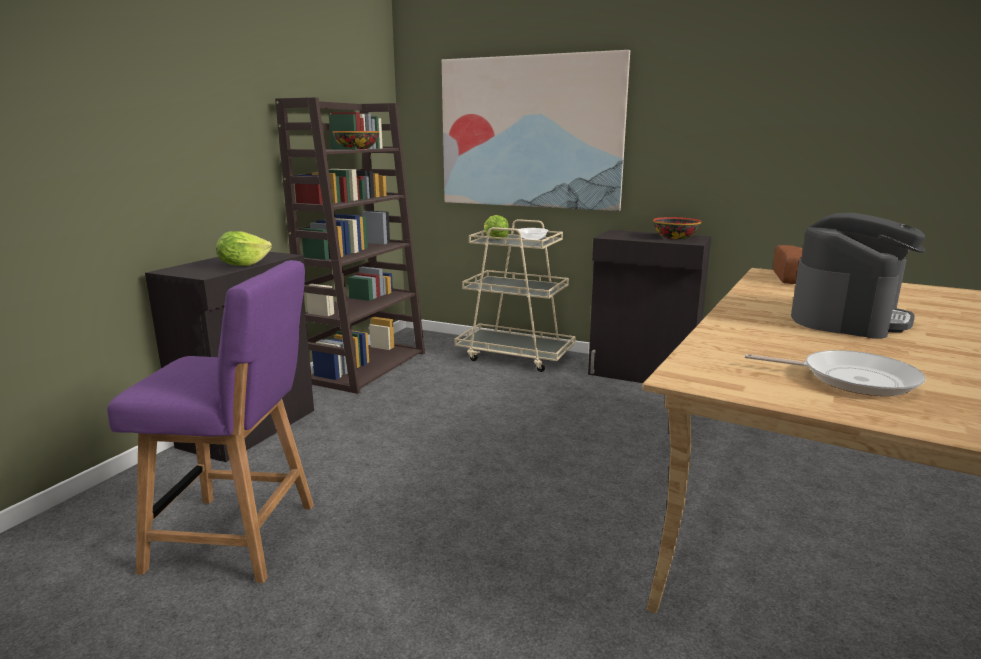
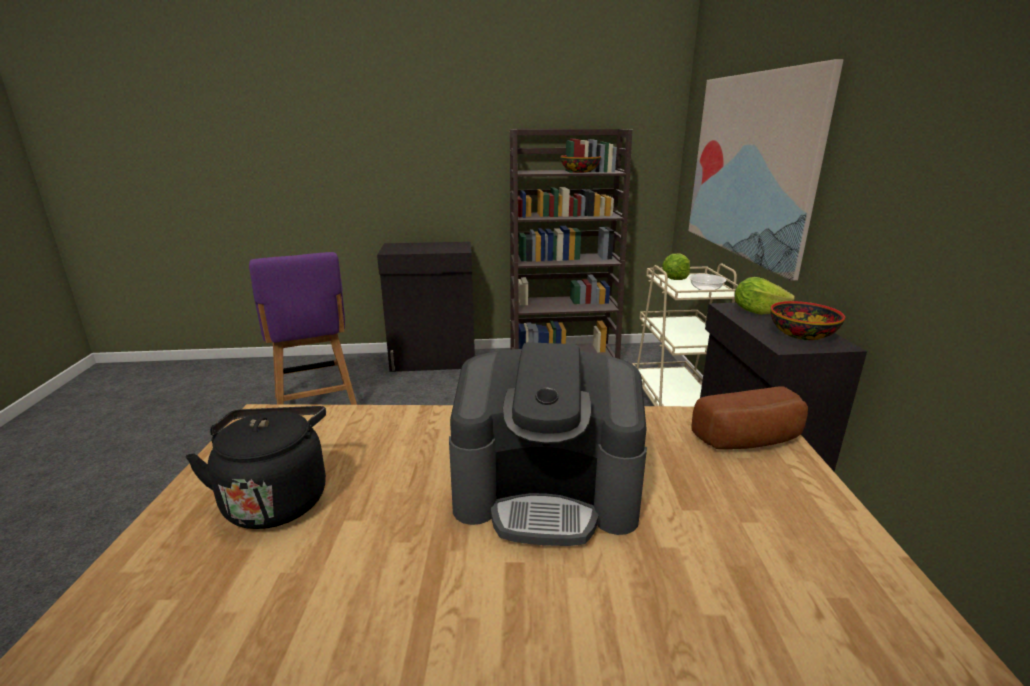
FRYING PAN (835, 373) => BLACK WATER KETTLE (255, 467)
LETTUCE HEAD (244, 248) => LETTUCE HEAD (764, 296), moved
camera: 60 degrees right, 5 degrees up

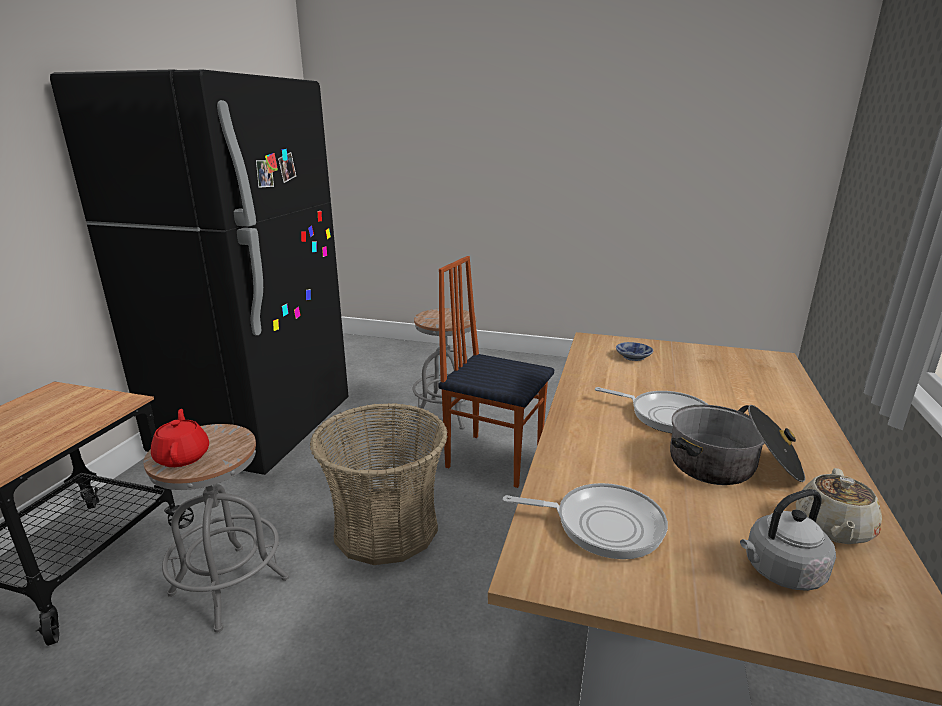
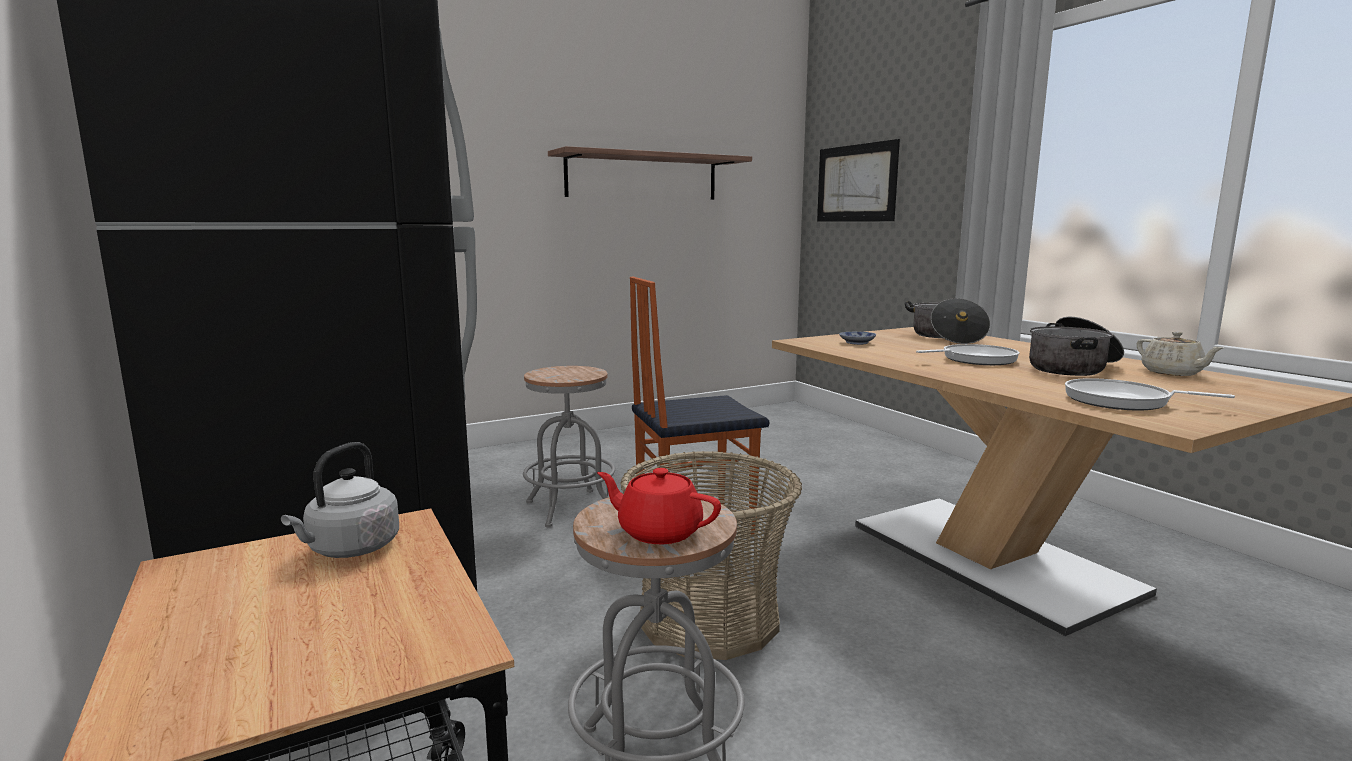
GREY WATER KETTLE (788, 540) => GREY WATER KETTLE (340, 500), moved
nothing => BRACKET SHELF (650, 173)
nothing => WALL PICTURE (858, 180)
nothing => COOKING POT (947, 321)
FRYING PAN (585, 521) => FRYING PAN (1150, 394), 120 degrees counterclockwise
camera: 45 degrees left, 10 degrees down

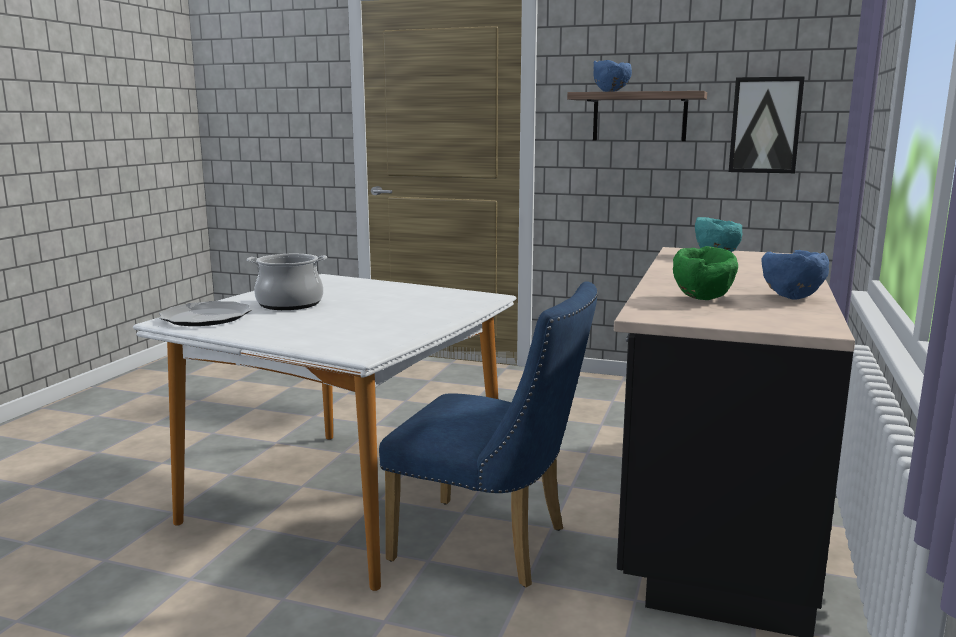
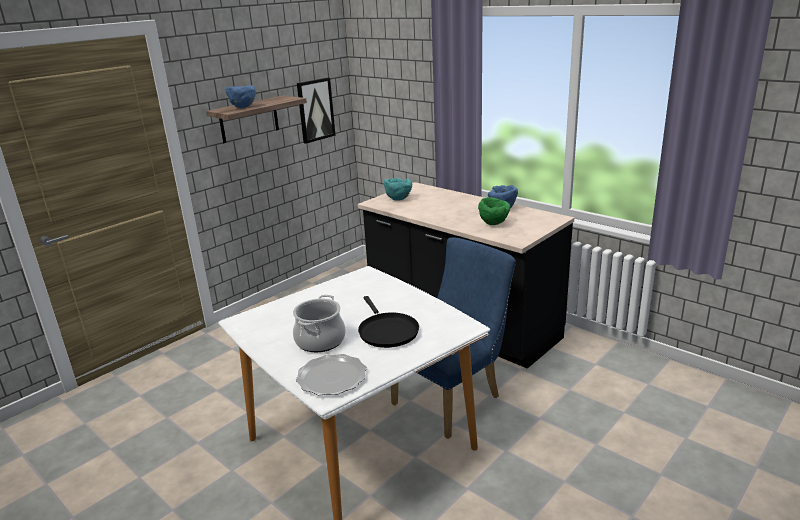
nothing => BLACK FRYING PAN (388, 322)
camera: 65 degrees left, 10 degrees up

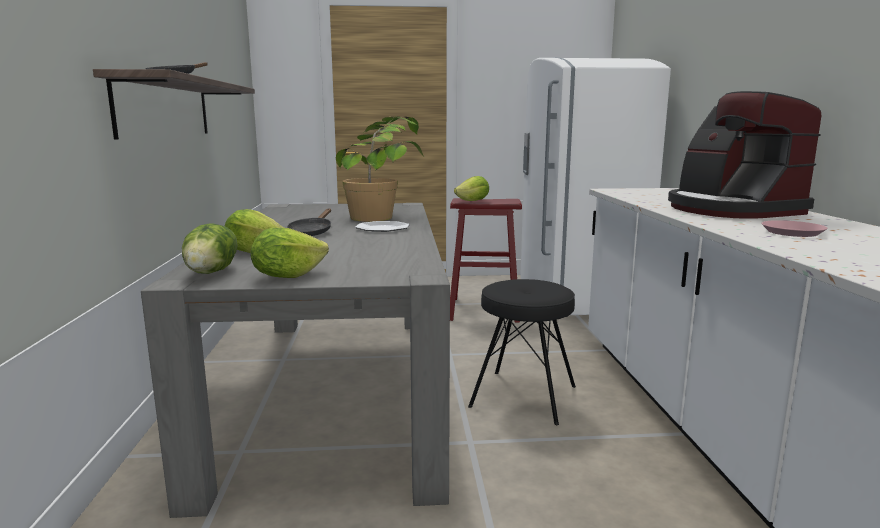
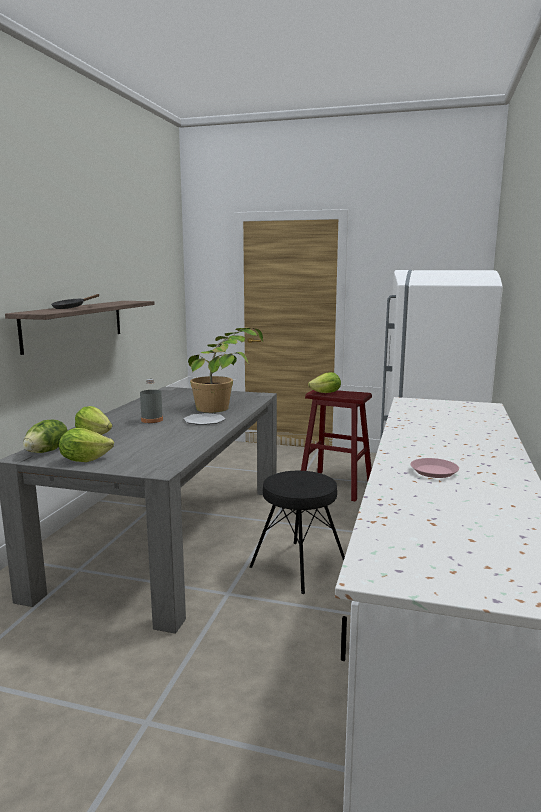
BLACK FRYING PAN (309, 222) => GREY DRINK BOTTLE (151, 401)
COFFEE MACHINE (745, 155) => nothing
camera: 20 degrees right, 0 degrees up

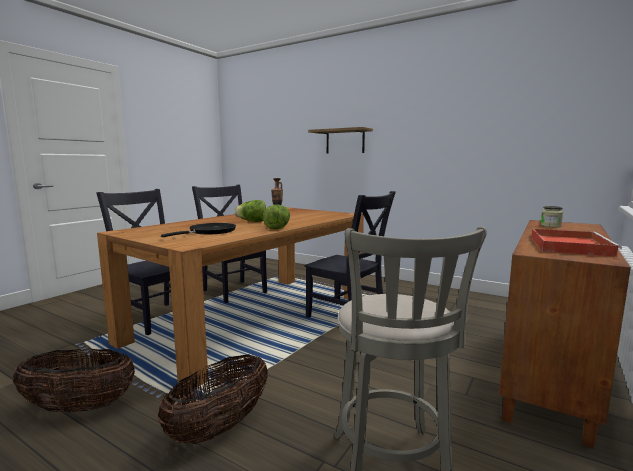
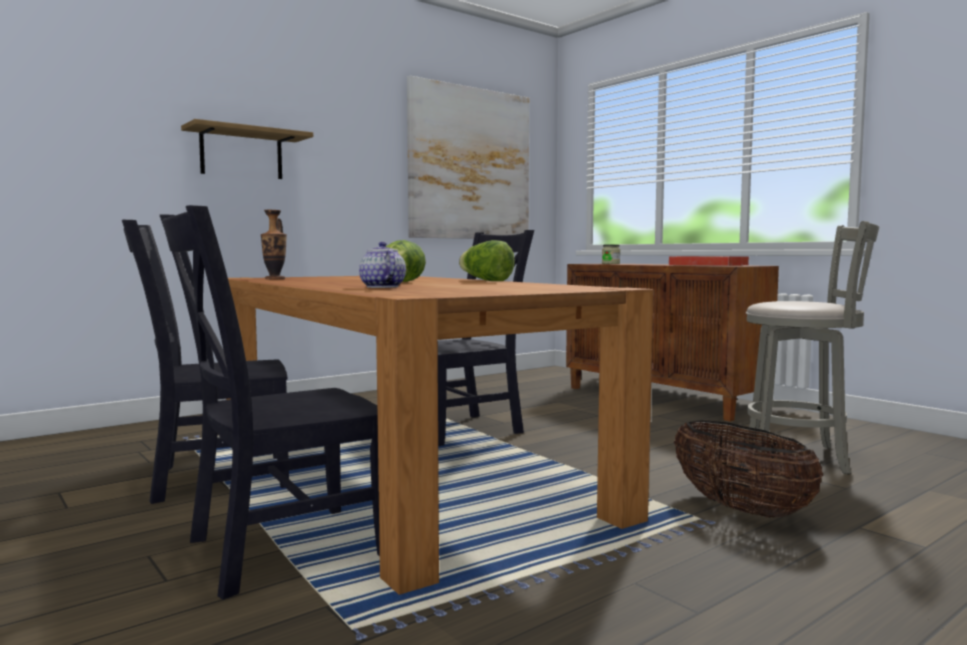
nothing => POT FOR TEA (382, 265)
nothing => WALL PICTURE (468, 157)
HOUSEHOLD BASKET (74, 381) => nothing
BLACK FRYING PAN (198, 230) => nothing
camera: 70 degrees left, 5 degrees down

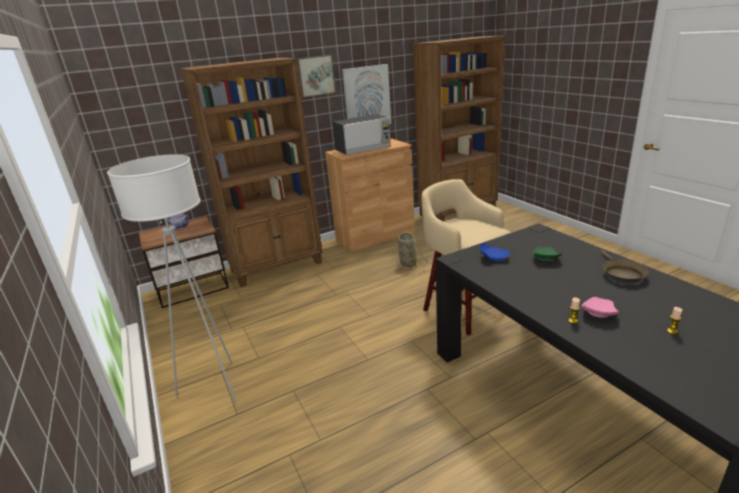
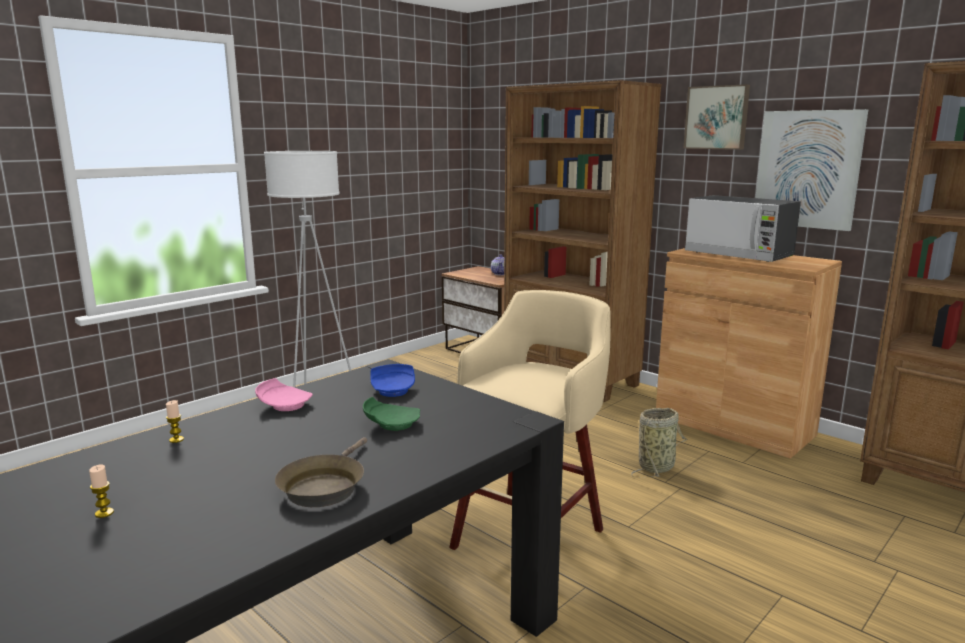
PINK-COLOURED FLAT DISH (600, 307) => PINK-COLOURED FLAT DISH (284, 394), moved
BROWNISH FRYING PAN (625, 267) => BROWNISH FRYING PAN (321, 472), 60 degrees counterclockwise
camera: 70 degrees right, 10 degrees down

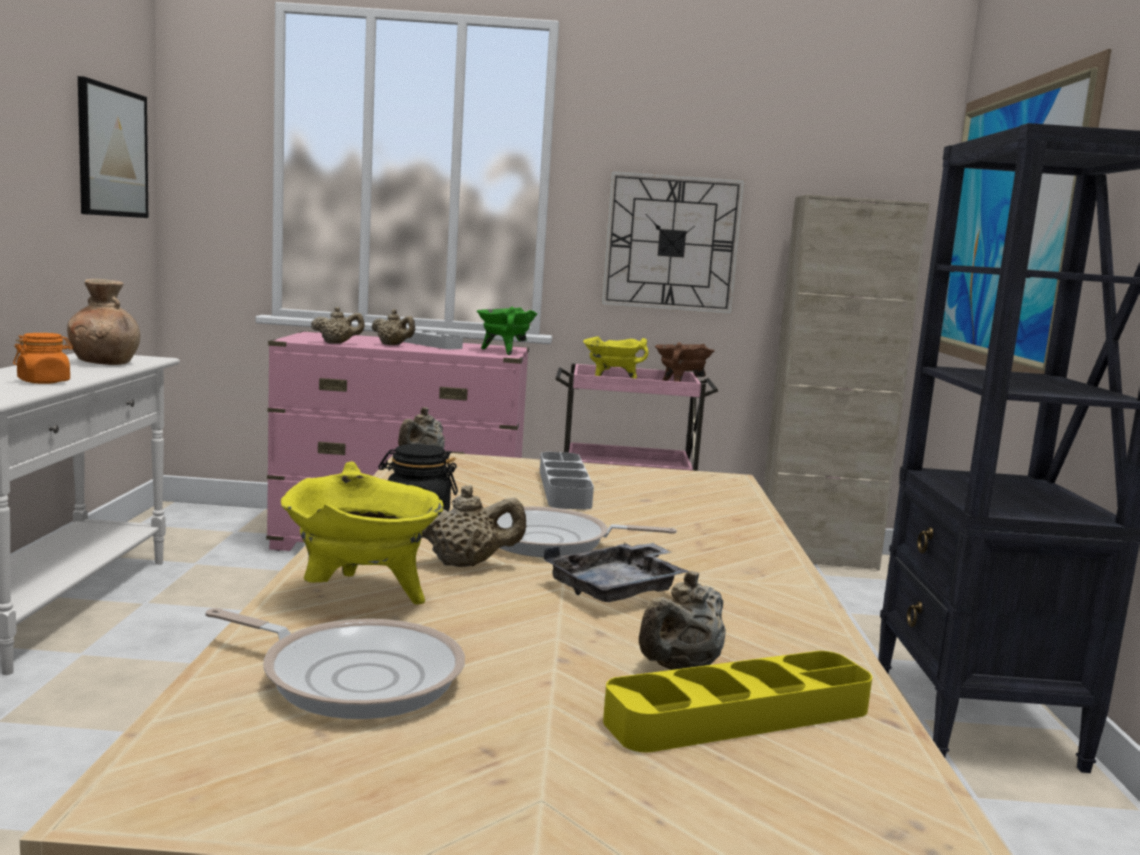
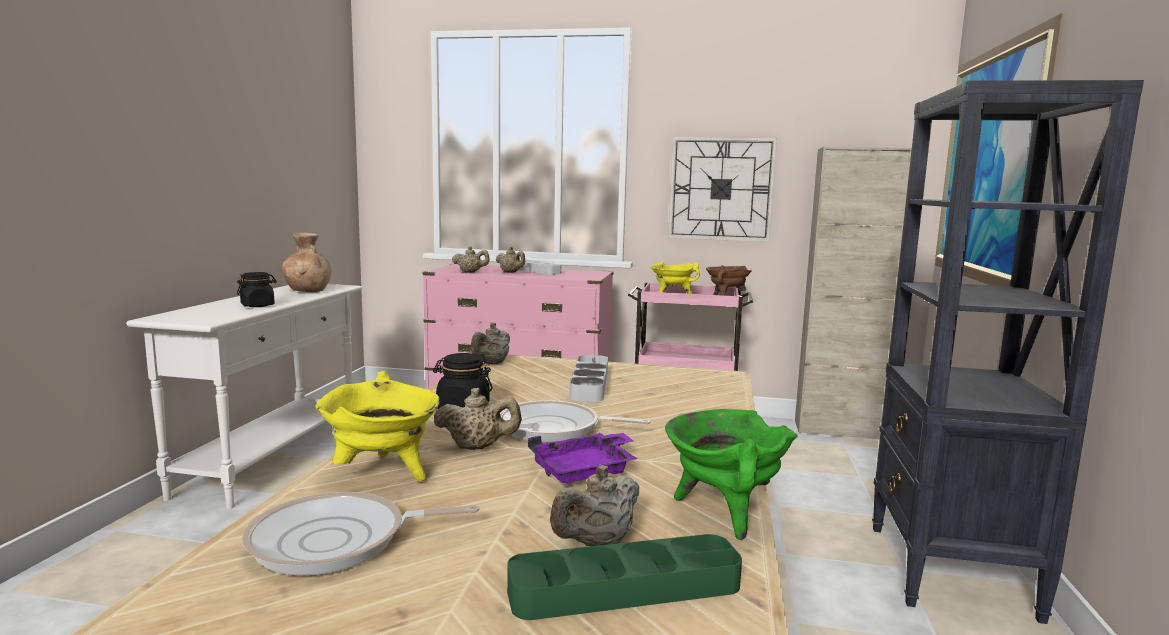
ORANGEY STORAGE JAR (43, 358) => BLACK STORAGE JAR (257, 289)
FRYING PAN (335, 663) => FRYING PAN (361, 533), 135 degrees clockwise
YELLOWISH SERVING TRAY (737, 701) => GREEN-COLOURED SERVING TRAY (624, 577)
GREY SERVING TRAY (617, 572) => PURPLE SERVING TRAY (583, 458)
GREEN-COLOURED COOKING POT (507, 331) => GREEN-COLOURED COOKING POT (731, 474), moved
WALL PICTURE (113, 147) => nothing
camera: 10 degrees right, 0 degrees up

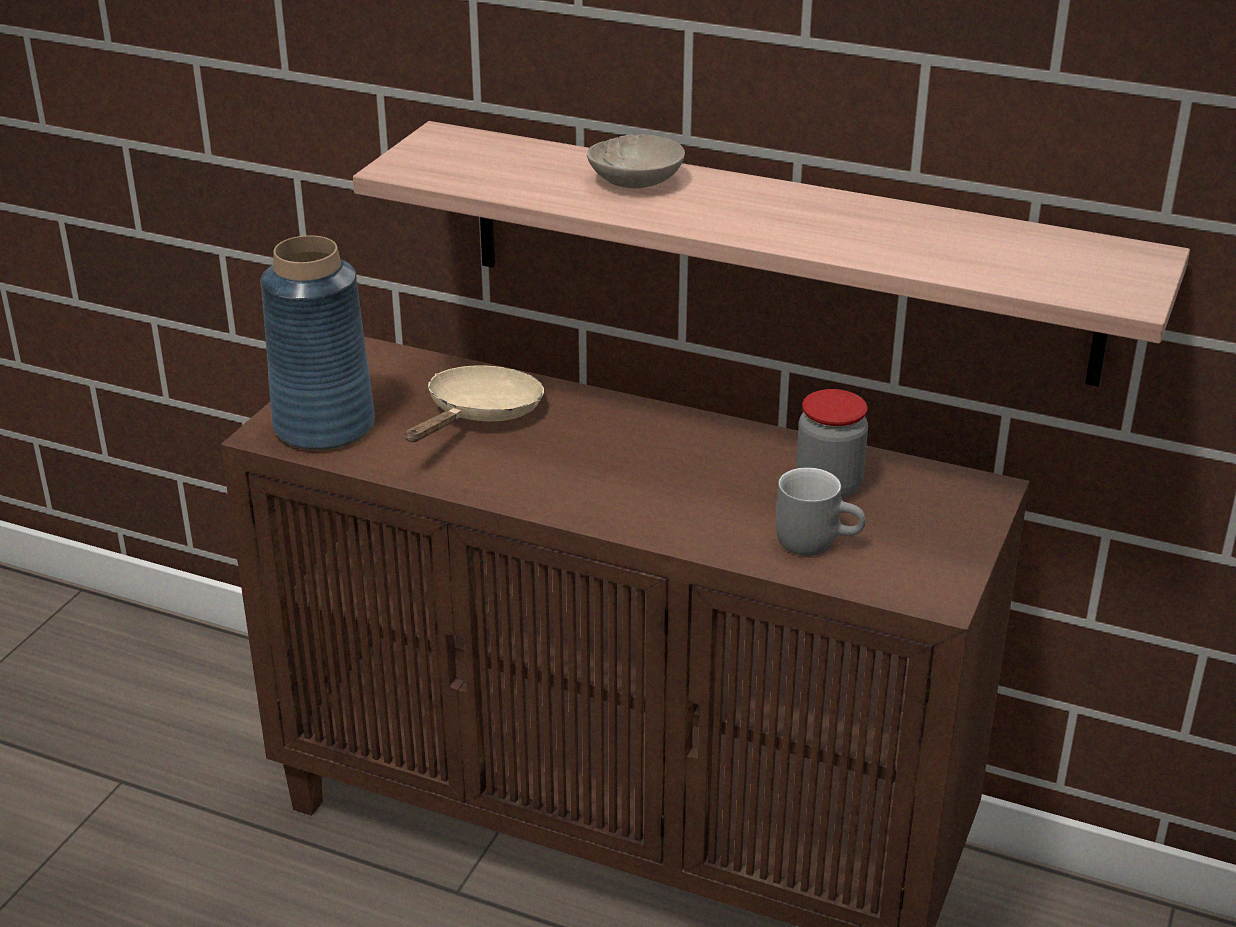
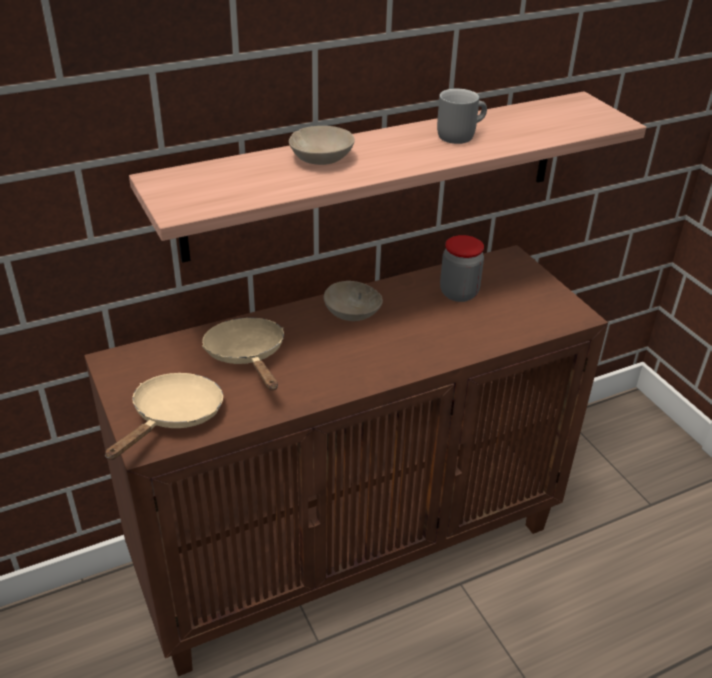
BLUE-COLOURED VASE (317, 343) => BEIGE FRYING PAN (164, 416)
nothing => BEIGE BOWL (353, 301)
GREY MUG (821, 511) => GREY MUG (462, 116), moved
camera: 50 degrees left, 5 degrees up

